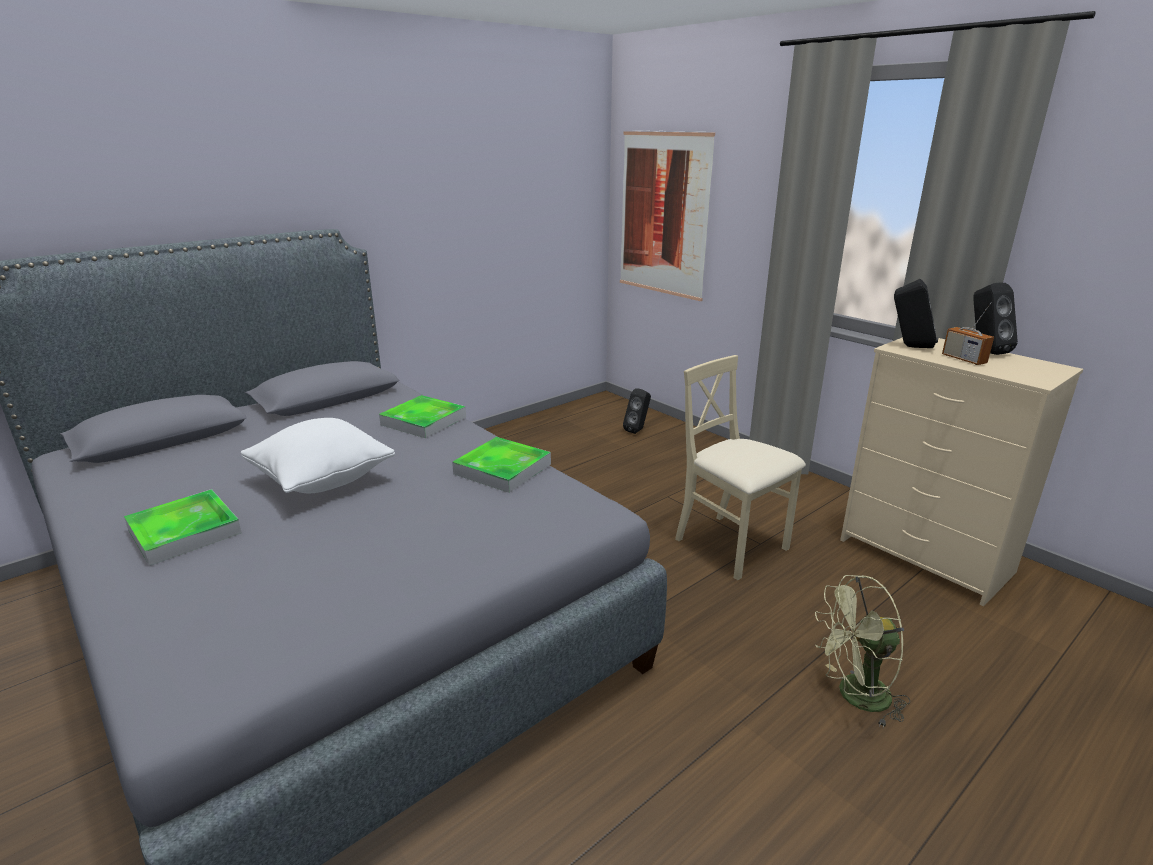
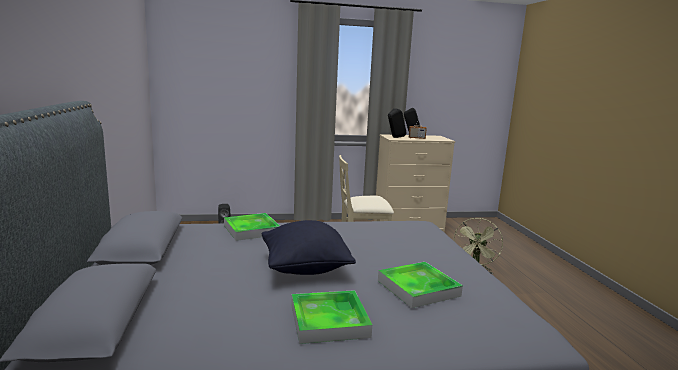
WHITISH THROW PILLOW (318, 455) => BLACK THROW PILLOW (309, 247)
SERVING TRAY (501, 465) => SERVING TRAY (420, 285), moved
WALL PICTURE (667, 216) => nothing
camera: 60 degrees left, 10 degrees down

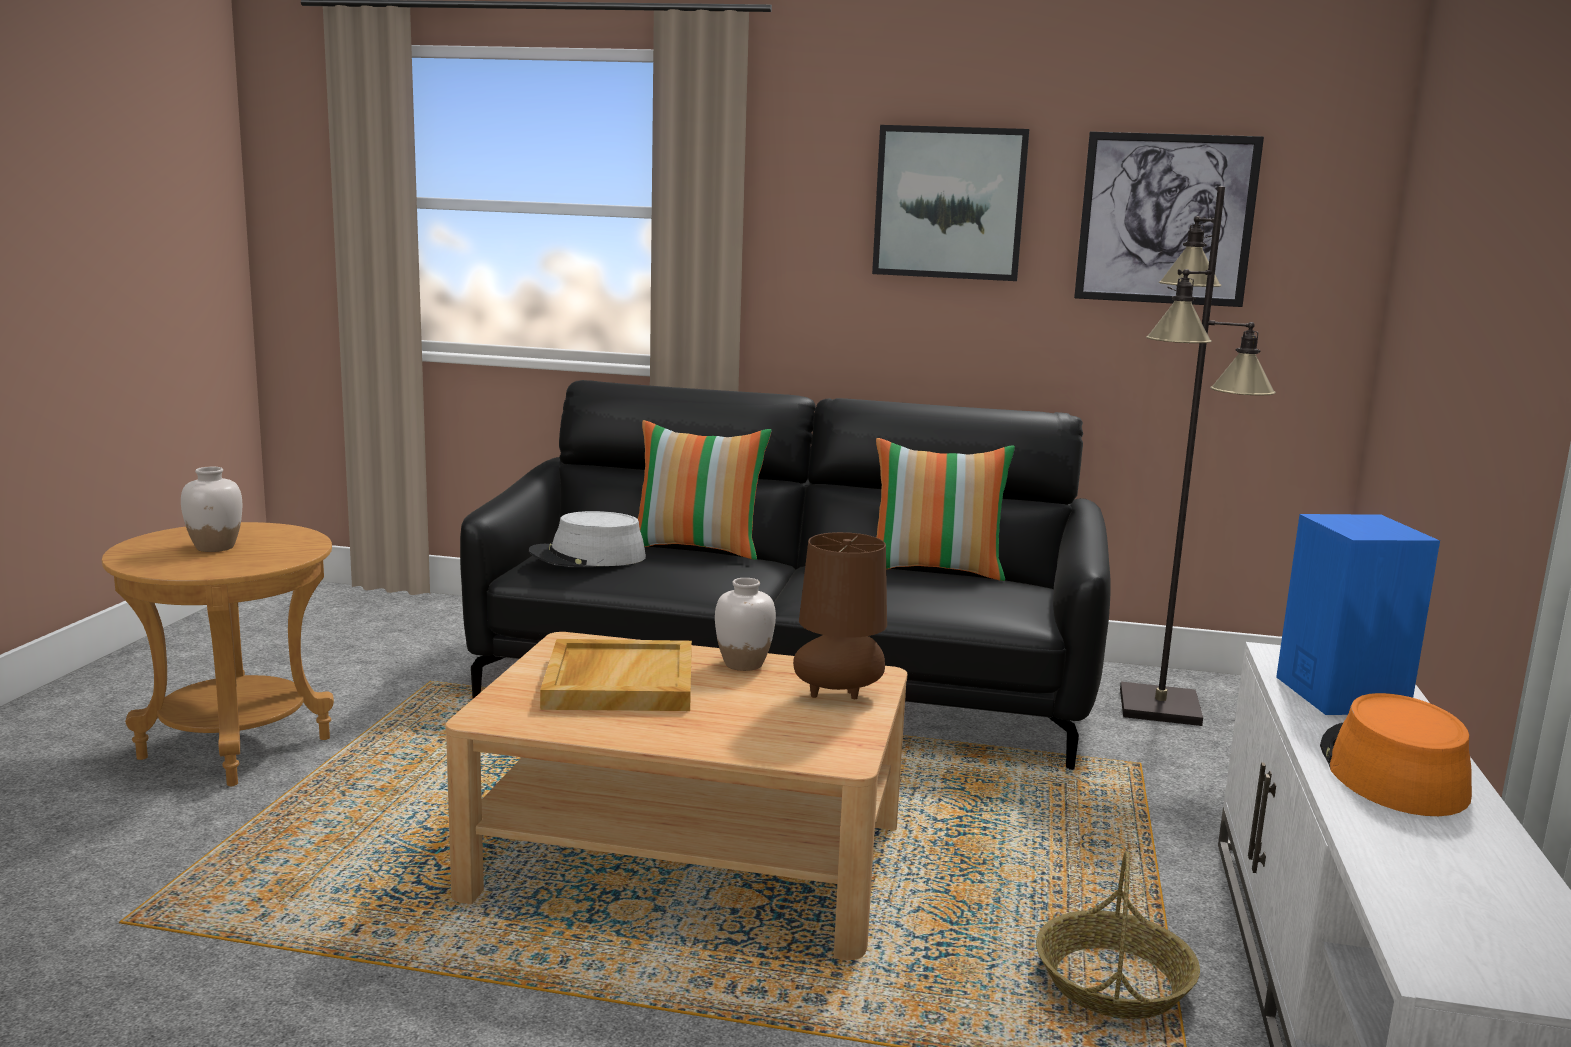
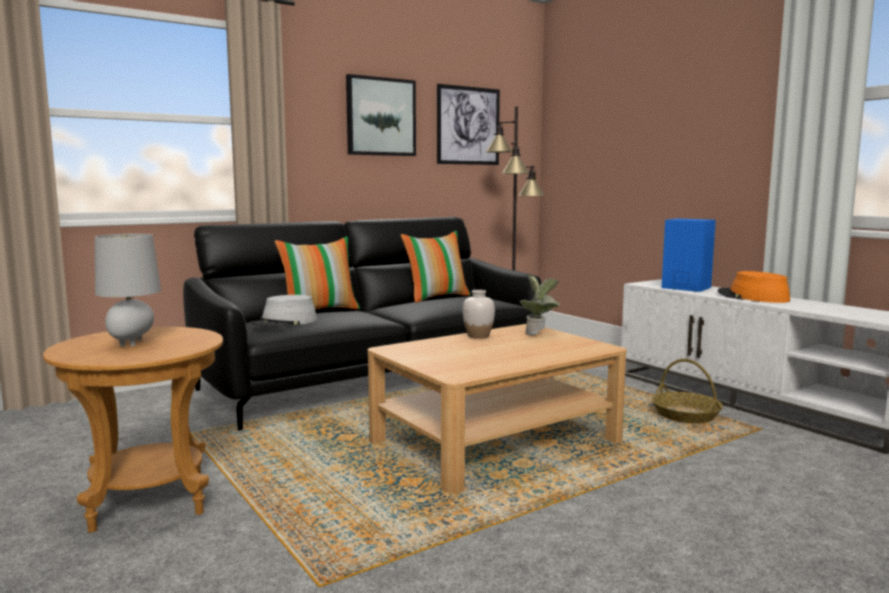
WHITISH VASE (211, 509) => GREY TABLETOP LAMP (128, 290)
BROWNISH TABLETOP LAMP (840, 615) => POTTED PLANT (540, 304)
BEIGE SERVING TRAY (616, 675) => nothing
camera: 45 degrees left, 5 degrees down

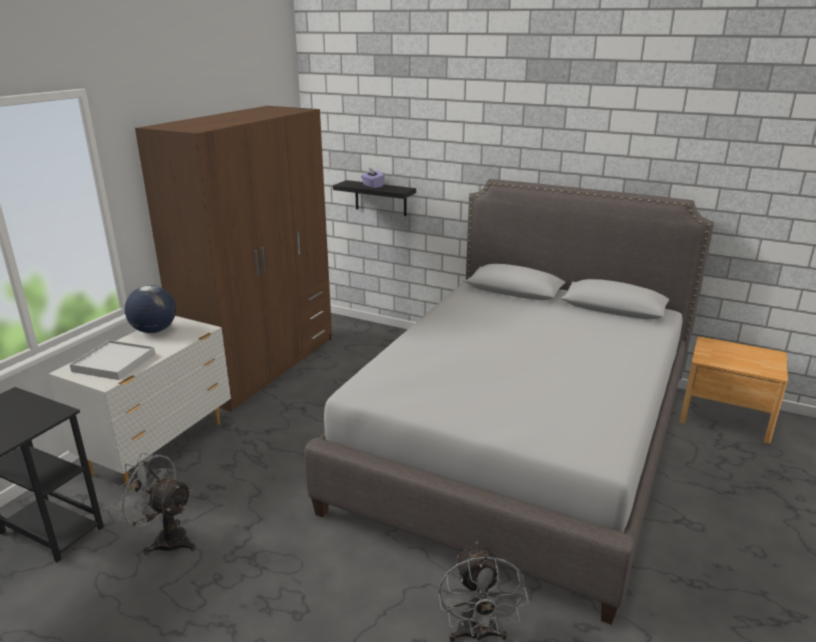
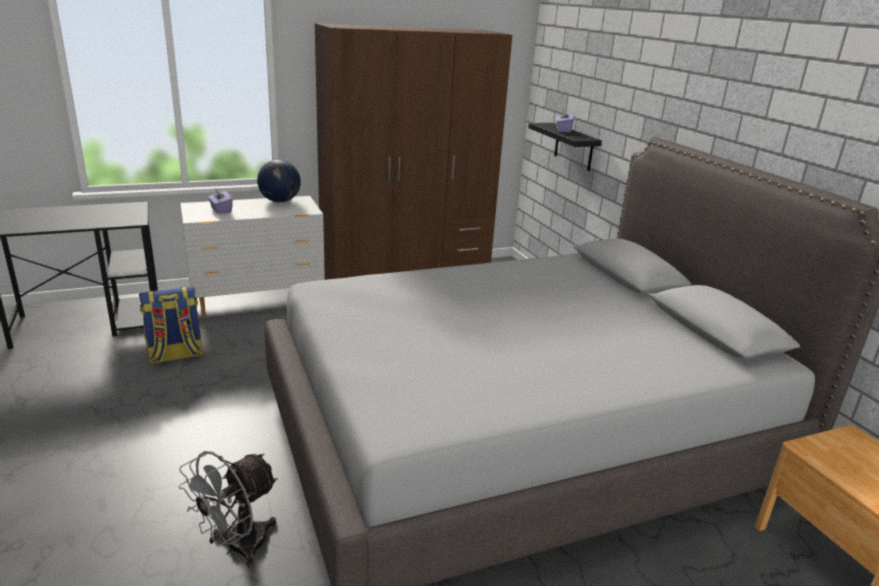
GREY COOLING FAN (153, 504) => RUCKSACK (171, 325)
WHITISH SERVING TRAY (112, 360) => PURPLE BOX OF TISSUES (220, 202)
camera: 40 degrees right, 0 degrees up

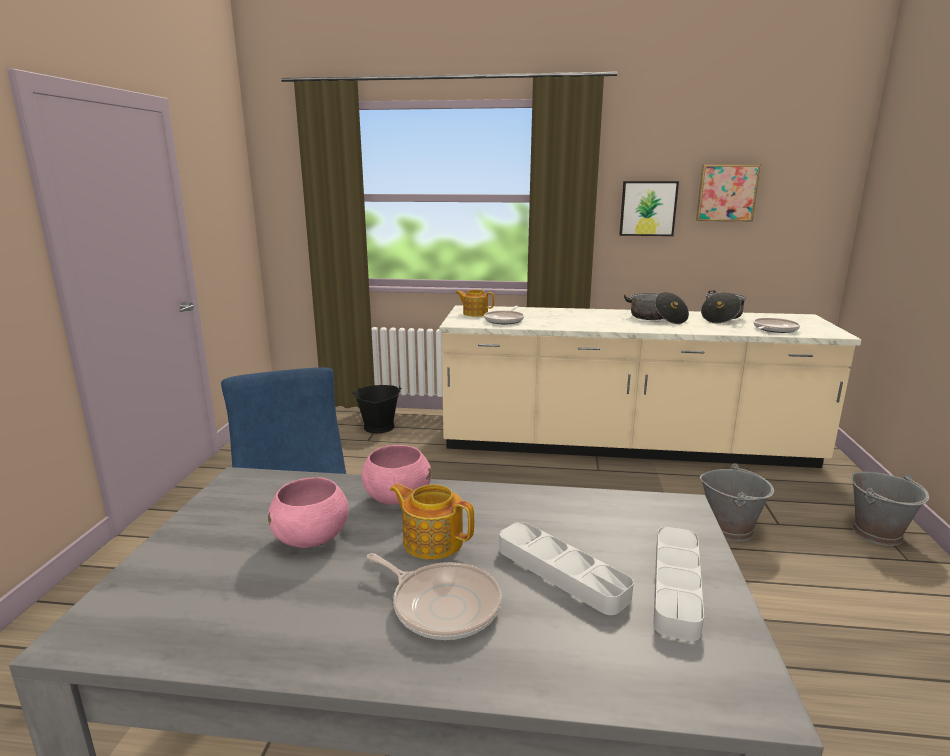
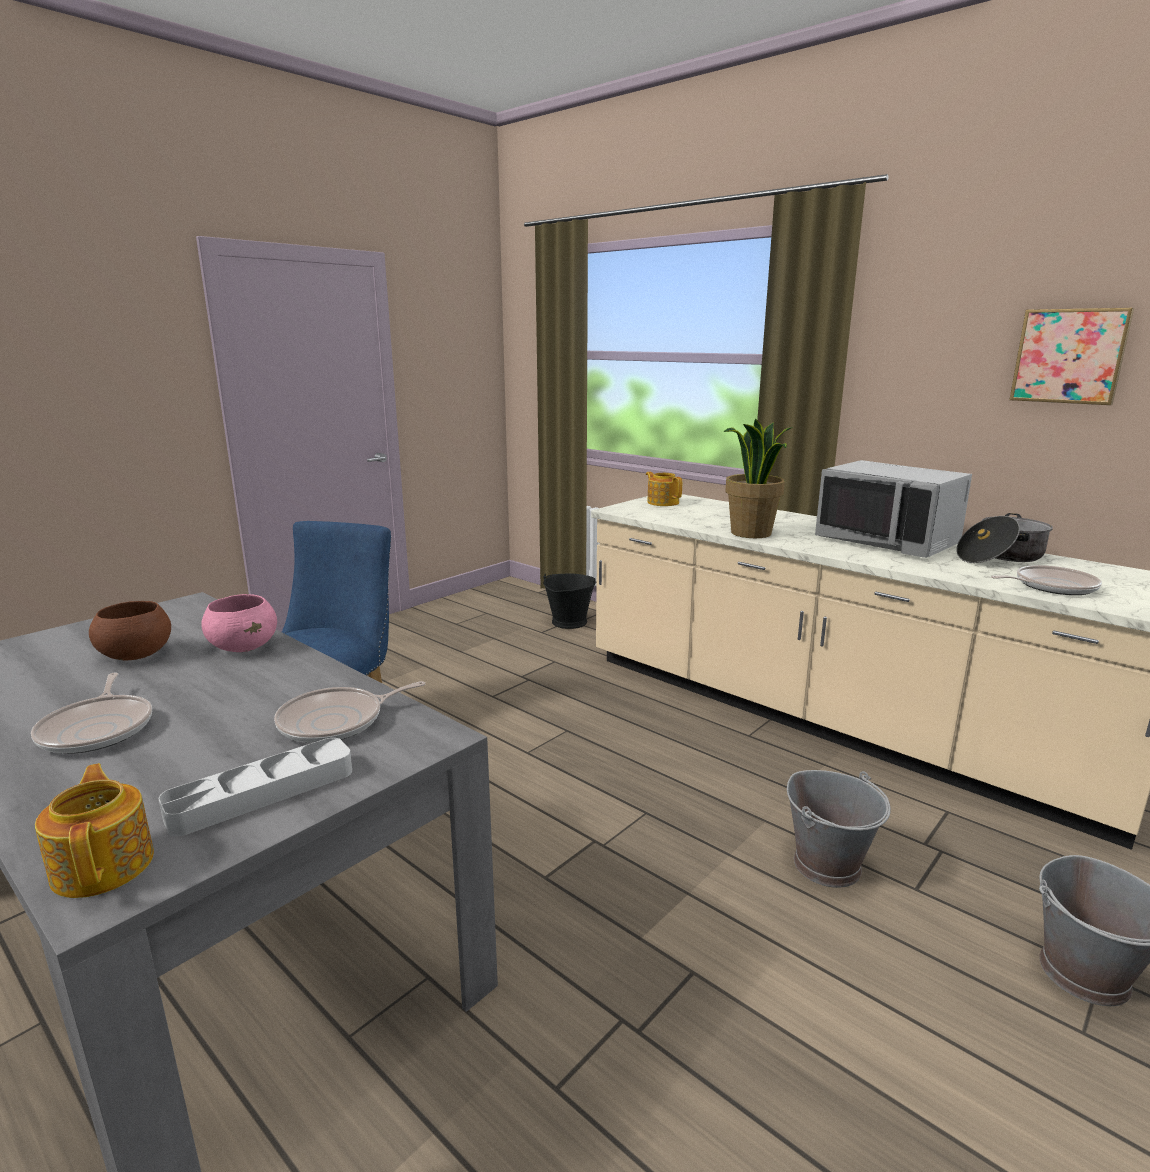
POT FOR TEA (432, 521) => POT FOR TEA (94, 830), moved
PINK-COLOURED BOWL (308, 512) => BROWNISH BOWL (130, 630)
FRYING PAN (504, 315) => FRYING PAN (349, 712), moved
nothing => POTTED PLANT (758, 478)
COOKING POT (656, 308) => GREY MICROWAVE (893, 509)
GREY SERVING TRAY (566, 568) => nothing
WALL PICTURE (649, 208) => nothing
camera: 35 degrees right, 0 degrees up

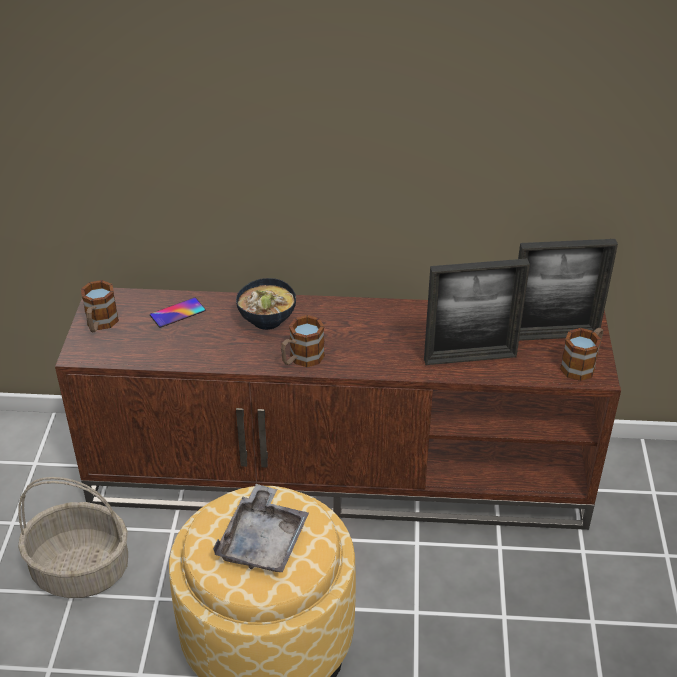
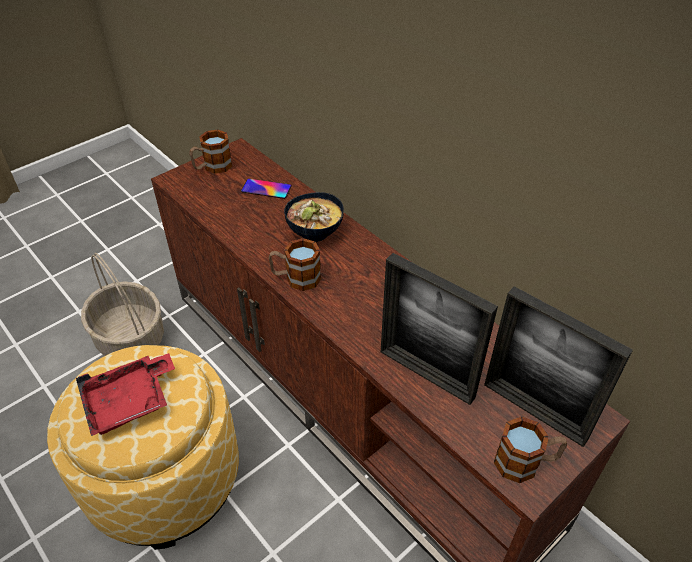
GREY SERVING TRAY (261, 528) => RED-COLOURED SERVING TRAY (125, 394)
camera: 45 degrees right, 5 degrees up

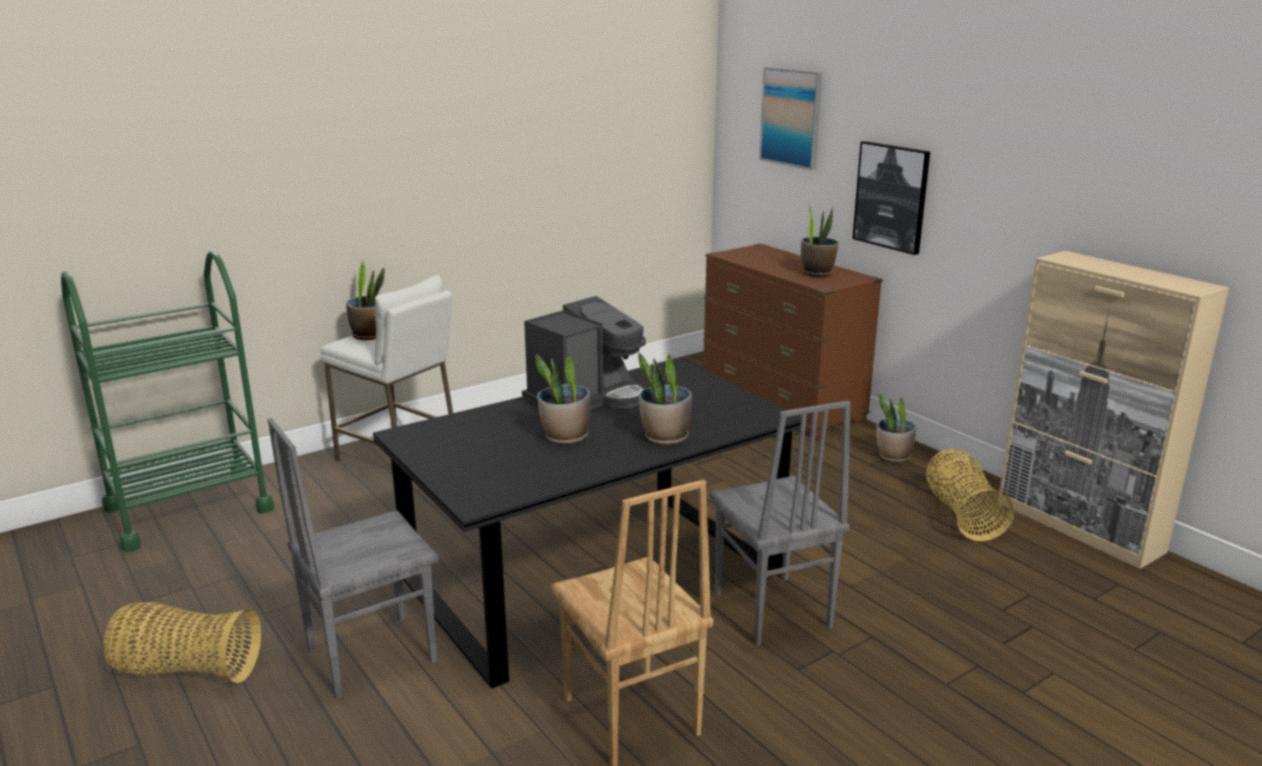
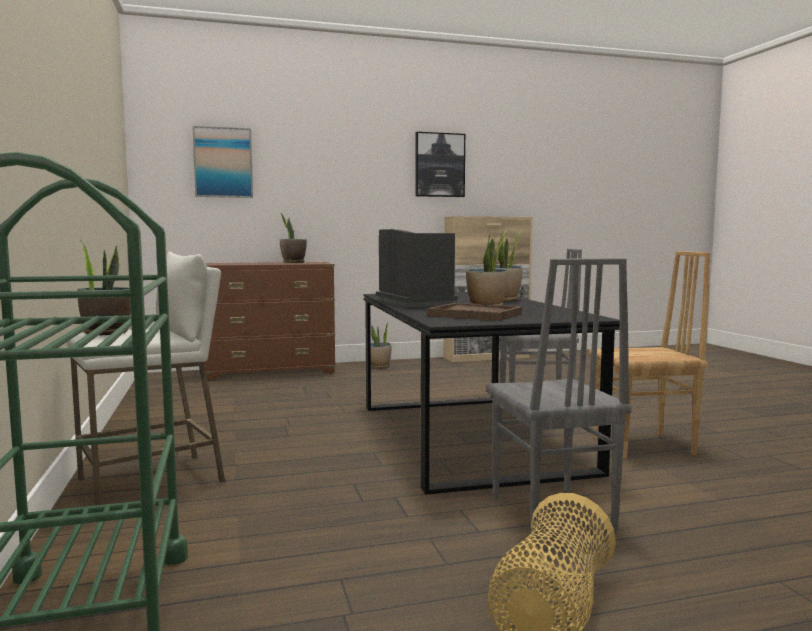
WALL PICTURE (891, 198) => WALL PICTURE (440, 164), moved
nothing => BROWNISH SERVING TRAY (474, 312)
HOUSEHOLD BASKET (970, 494) => nothing
camera: 70 degrees left, 15 degrees down

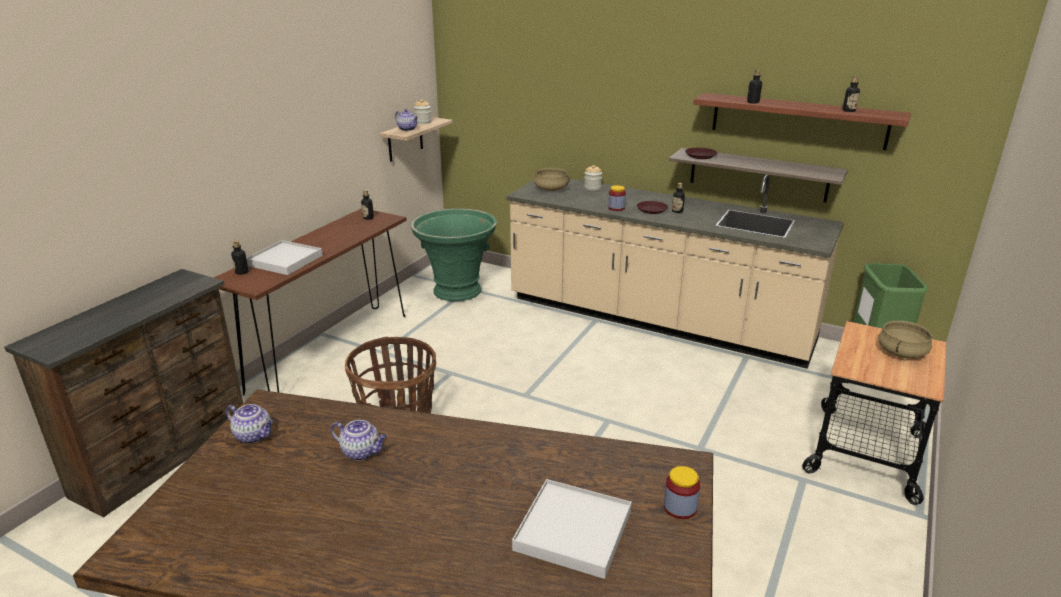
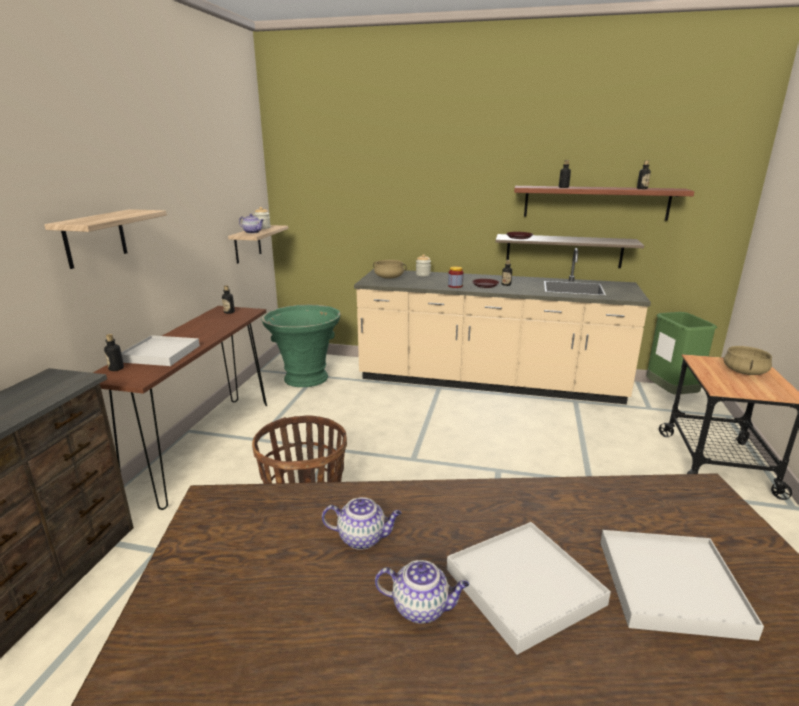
nothing => BRACKET SHELF (105, 239)
POT FOR TEA (250, 424) => POT FOR TEA (422, 592), moved
nothing => WHITISH SERVING TRAY (529, 588)
STORAGE JAR (682, 492) => nothing
camera: 15 degrees left, 5 degrees down

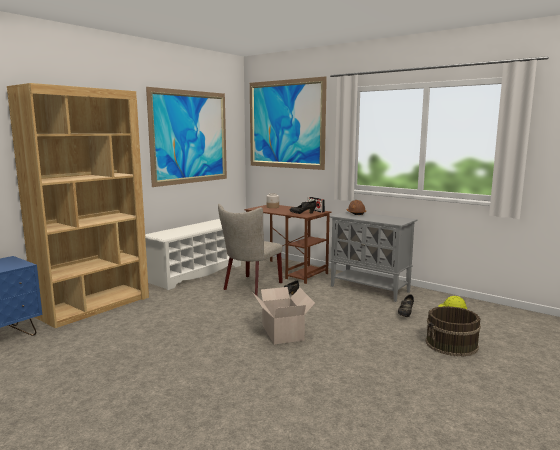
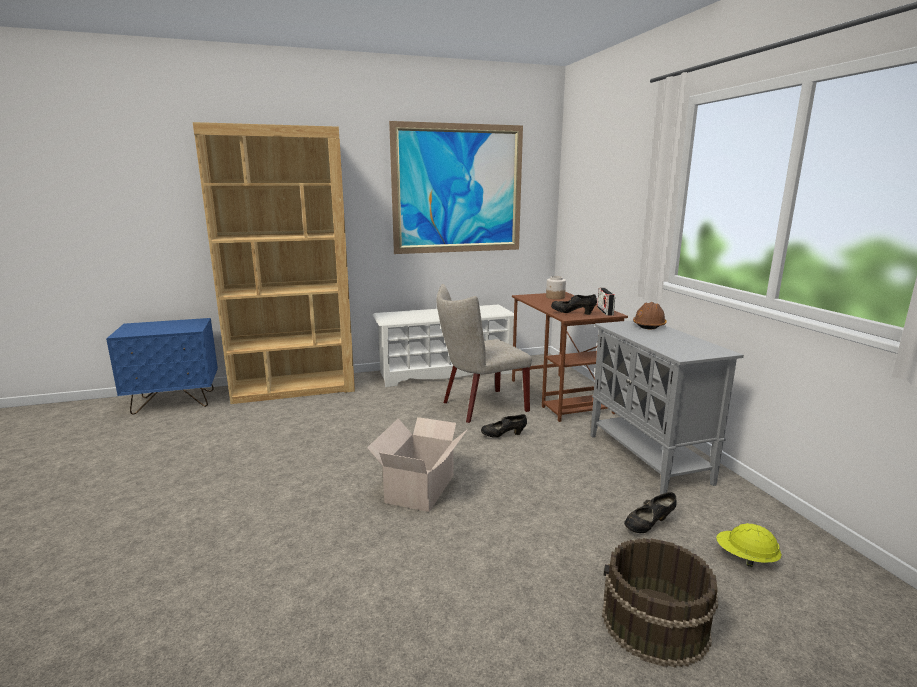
WALL PICTURE (288, 123) => nothing
camera: 35 degrees right, 5 degrees up

